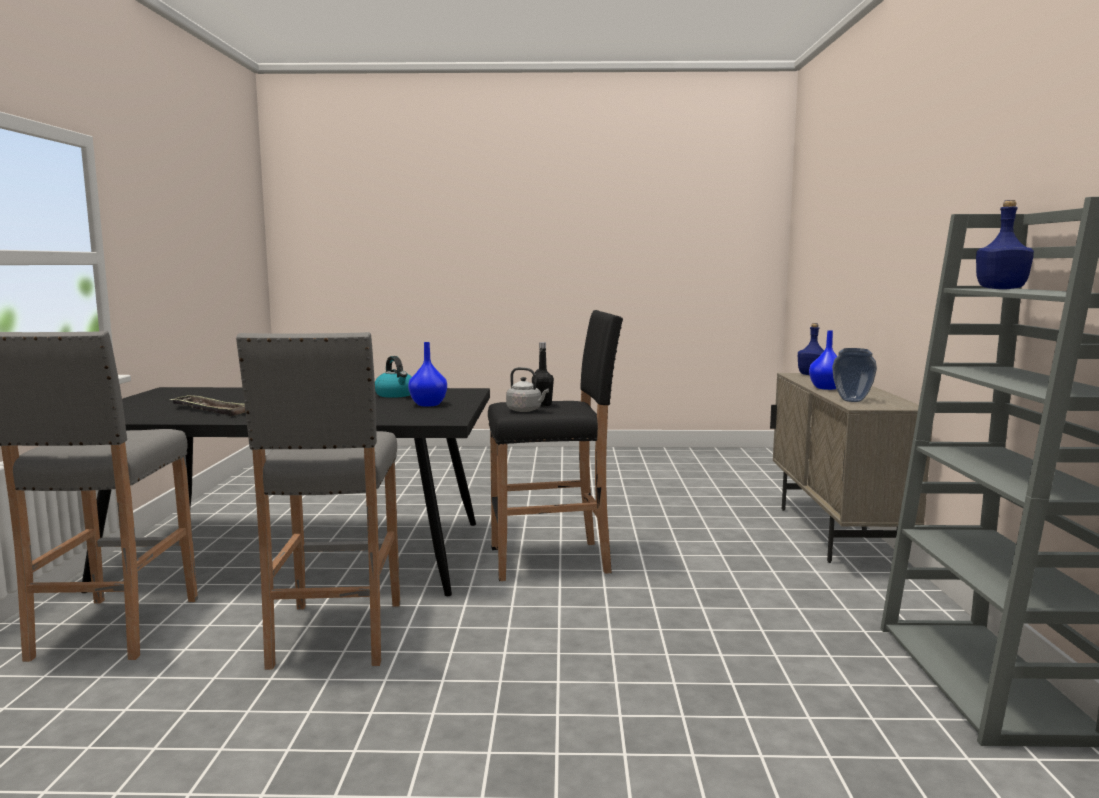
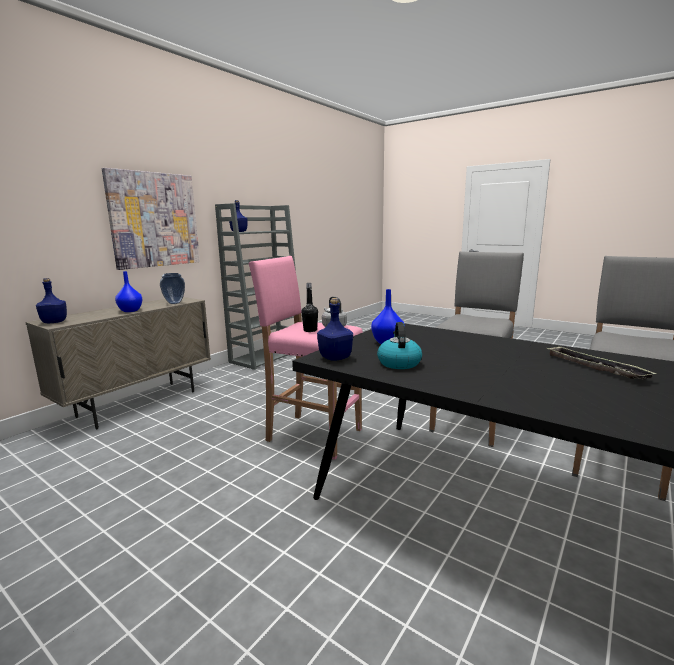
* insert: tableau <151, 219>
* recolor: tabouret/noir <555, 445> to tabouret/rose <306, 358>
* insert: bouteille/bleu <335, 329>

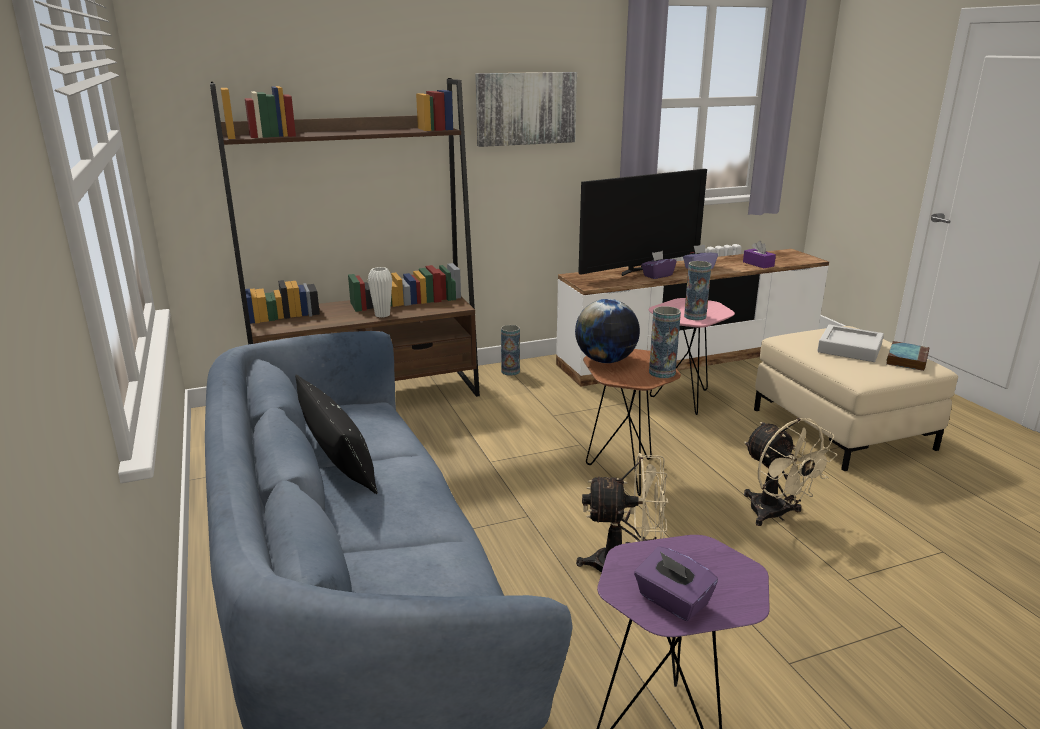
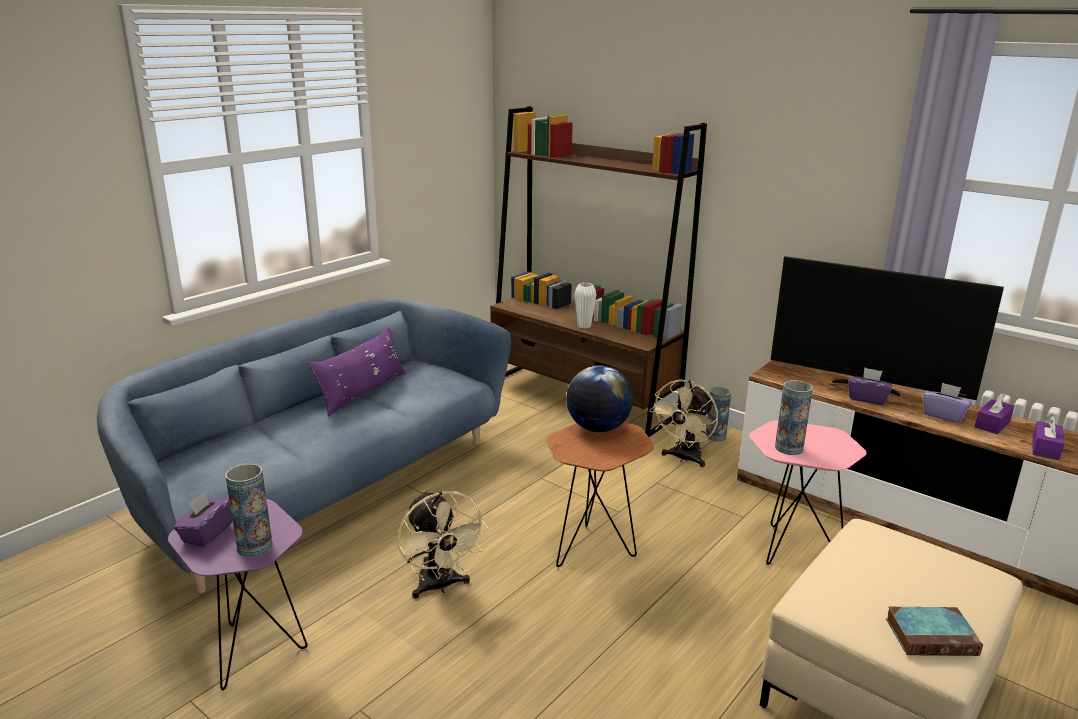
* move: vase <665, 342> to <249, 510>
* recolor: coussin/noir <336, 434> to coussin/violet <357, 371>
* move: ventilateur/beige <790, 472> to <683, 423>
* insert: boîte à mouchoirs/violet <994, 413>
* delete: tableau <526, 109>
* delete: plateau/gris <851, 343>

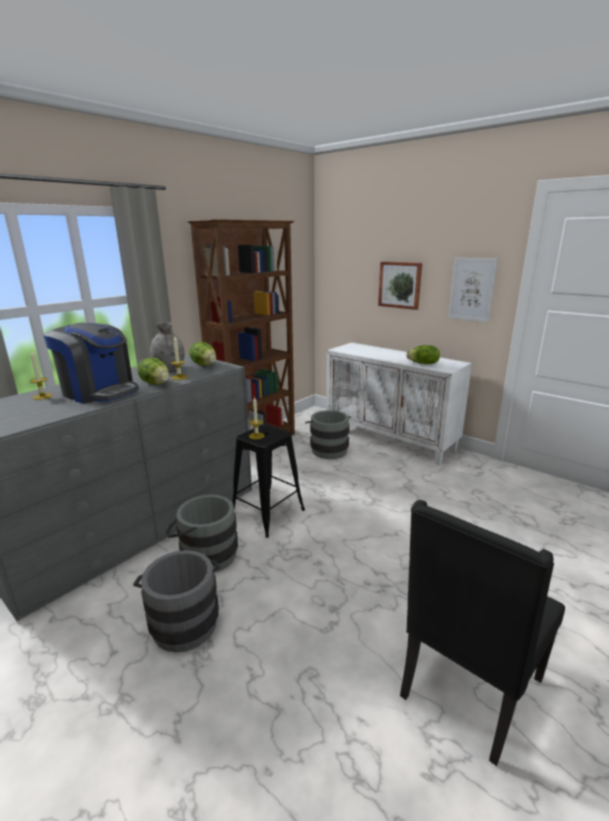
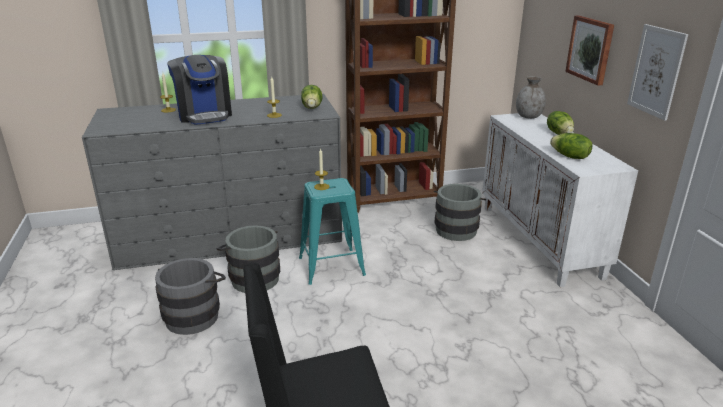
* recolor: tabouret/noir <269, 481> to tabouret/turquoise <332, 231>
* move: vase/gris <167, 347> to <531, 97>
* move: laitue <153, 371> to <560, 123>

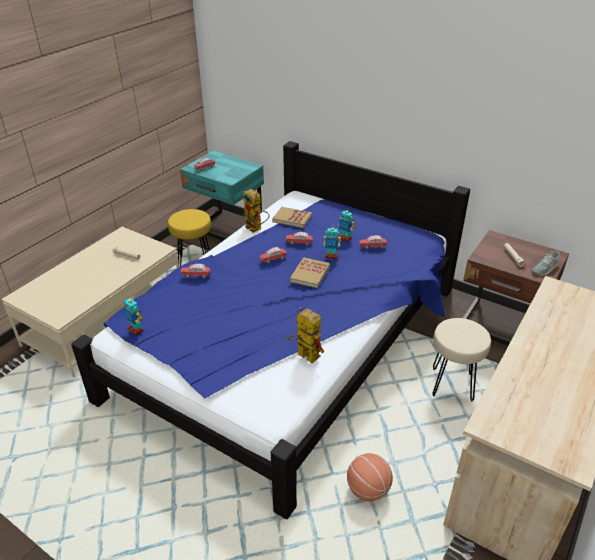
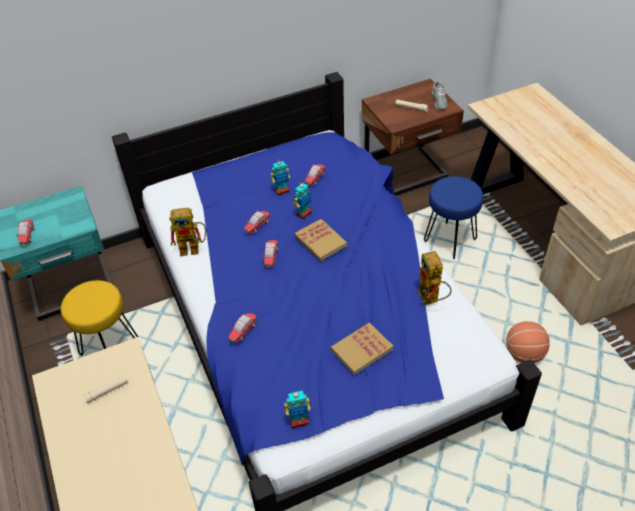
* move: livre <292, 217> to <362, 349>
* rotate: robot jouet <304, 335> = <434, 278> 90 degrees counterclockwise
* recolor: tabouret/beige <462, 360> to tabouret/bleu <453, 217>

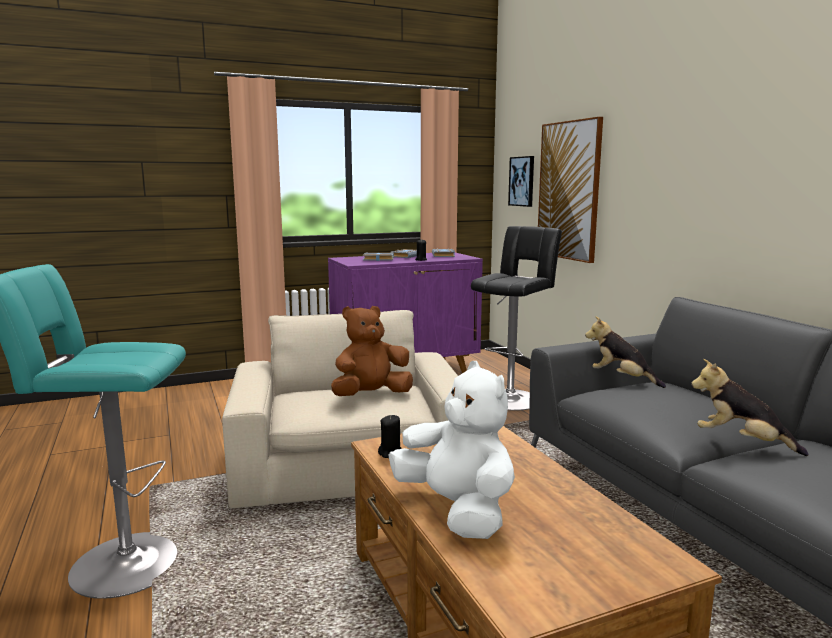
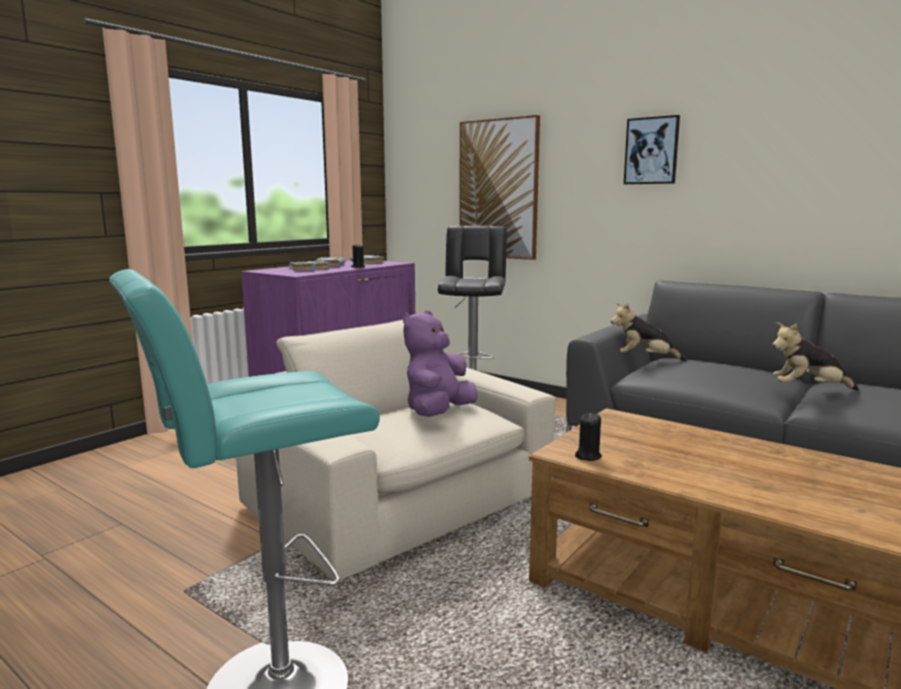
* recolor: peluche/marron <372, 351> to peluche/violet <440, 363>
* move: tableau <521, 181> to <652, 149>
* delete: peluche/blanc <451, 450>

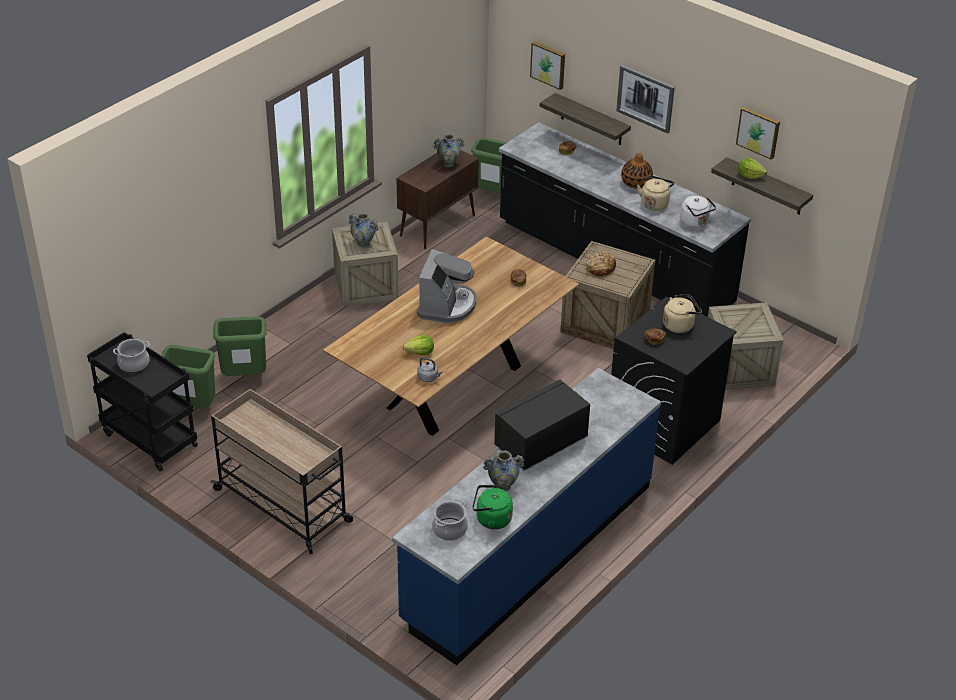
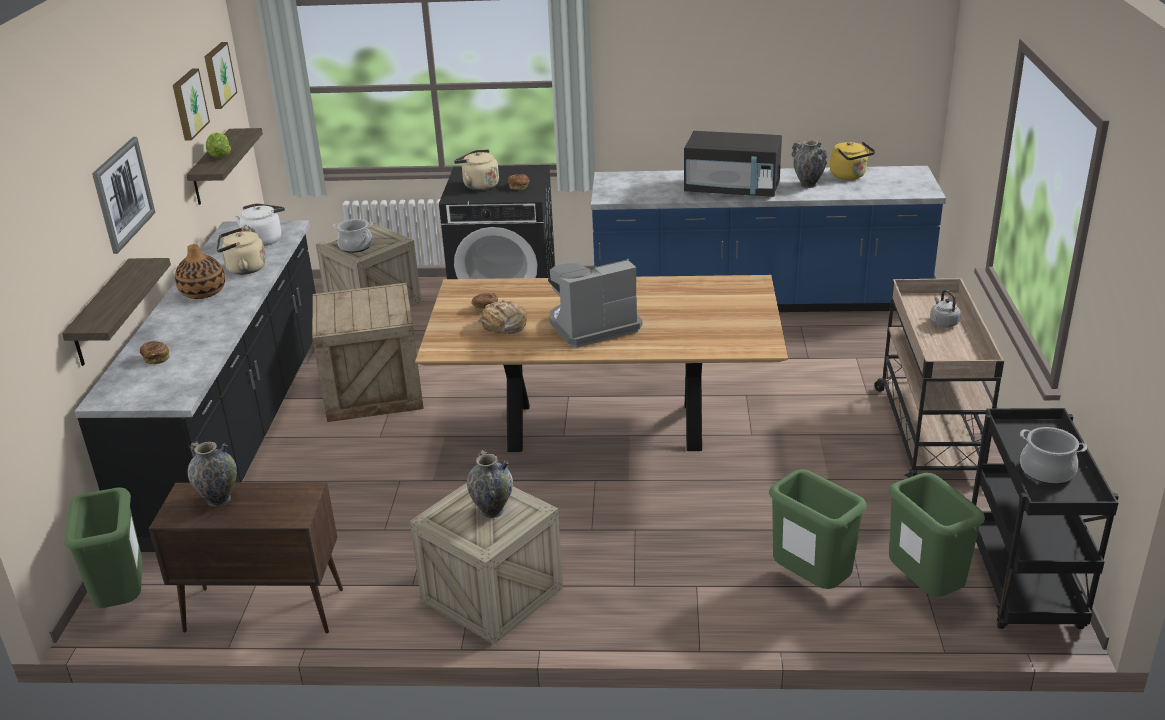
* move: tableau <547, 65> to <221, 75>
* move: marmite <450, 520> to <352, 236>
* move: pain <601, 264> to <502, 317>
* recolor: bouilloire/vert <493, 507> to bouilloire/jaune <852, 160>
* move: bouilloire/gris <430, 370> to <945, 309>
* delete: laitue <418, 345>

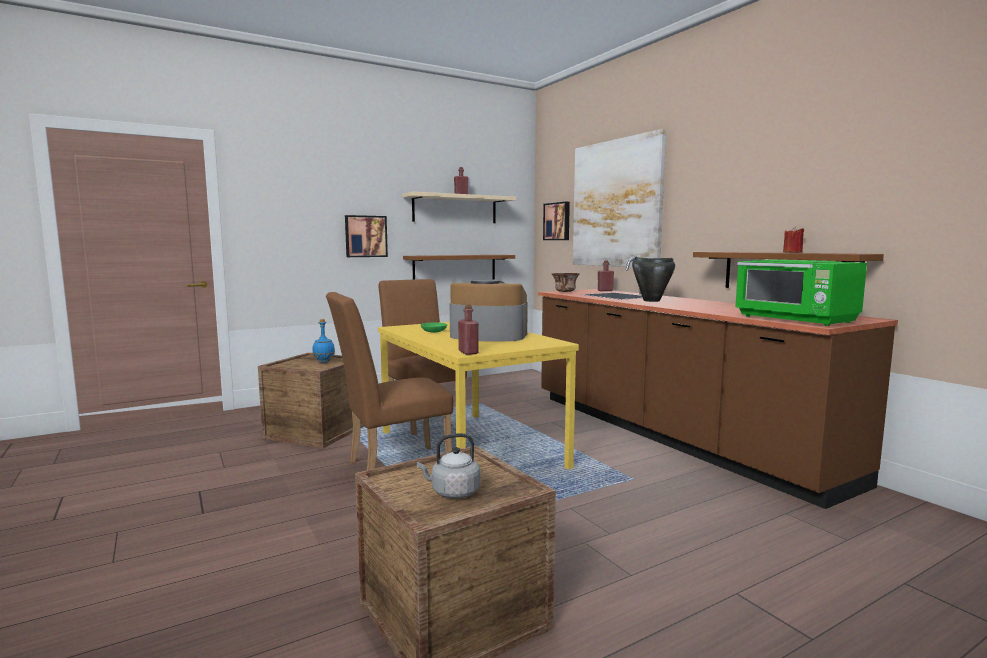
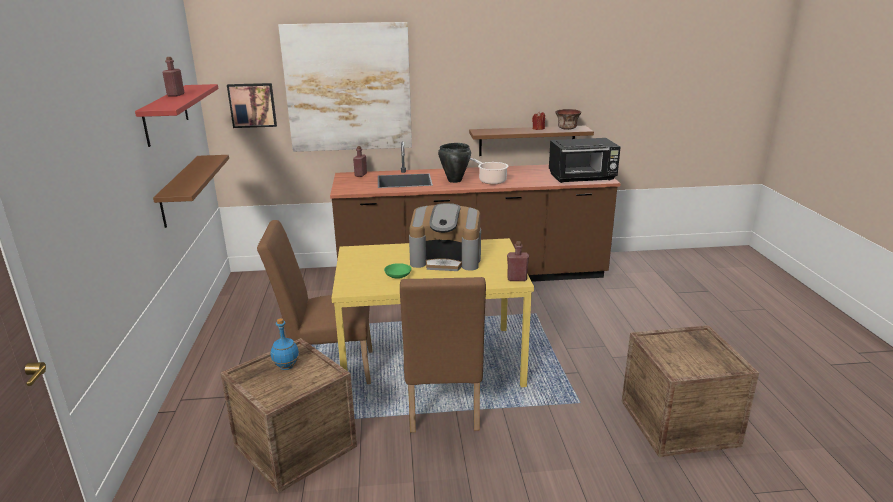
* recolor: étagère/beige <459, 207> to étagère/rouge <177, 115>
* rotate: machine à café <489, 311> = <445, 237> 120 degrees counterclockwise
* insert: marmite <489, 171>
* recolor: micro-ondes/vert <801, 293> to micro-ondes/noir <585, 160>
* move: bol <566, 282> to <568, 119>
* delete: tableau <366, 236>
* delete: bouilloire/gris <448, 465>

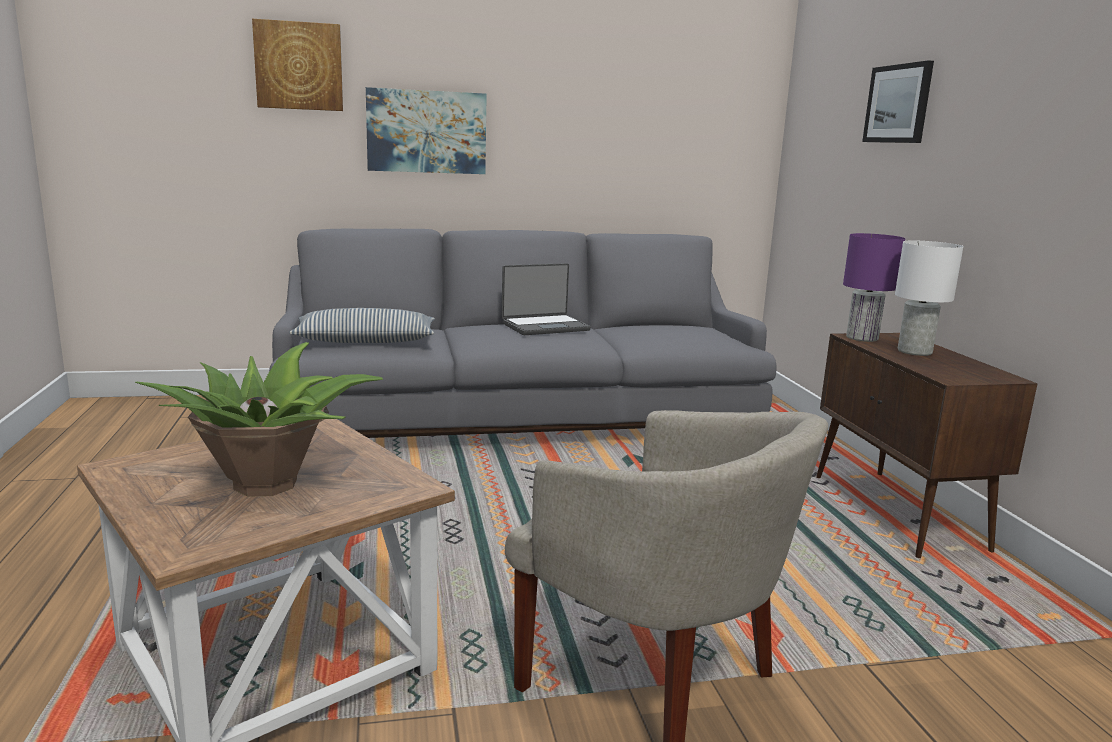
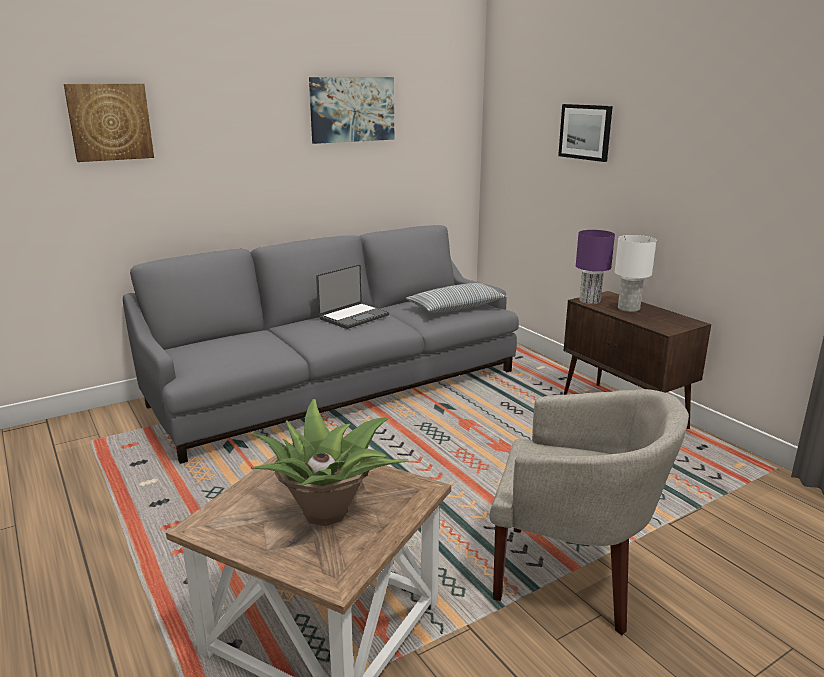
* move: tableau <426, 130> to <351, 110>
* move: coussin <362, 325> to <456, 298>

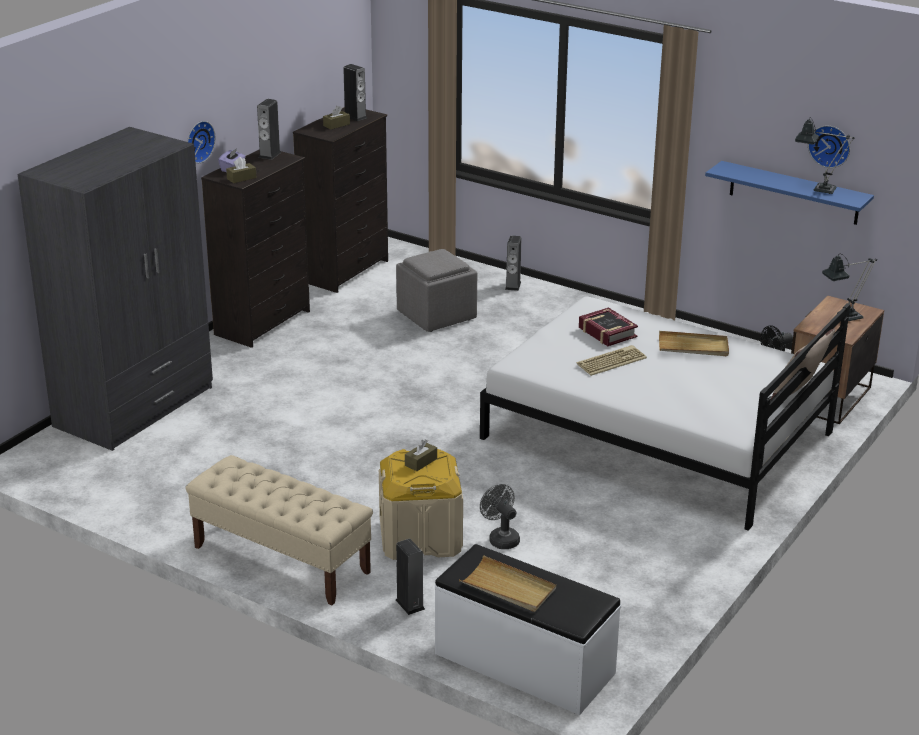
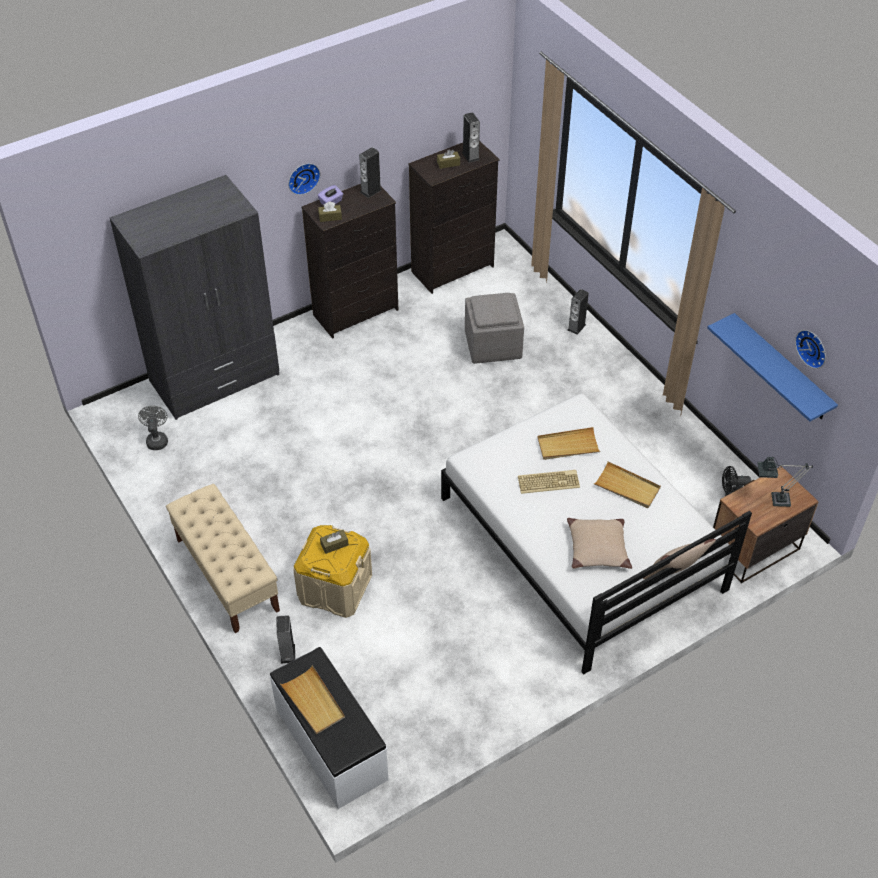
* move: ventilateur/gris <500, 516> to <153, 427>
* replace: livre <608, 327> to plateau/beige <569, 443>
* insert: coussin/beige <599, 543>
* delete: lampe de table <824, 156>

